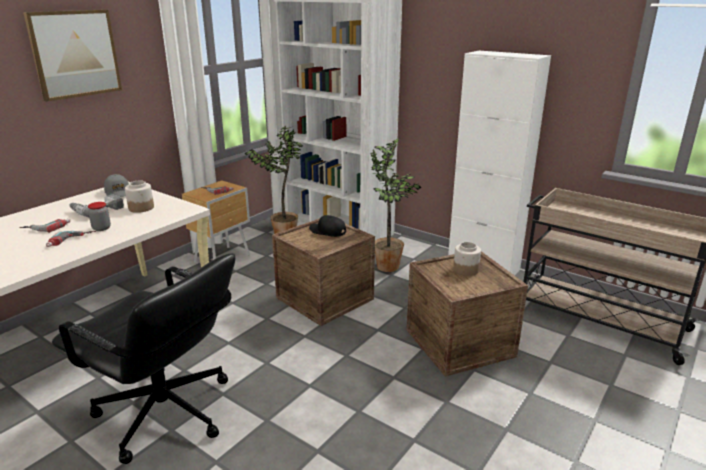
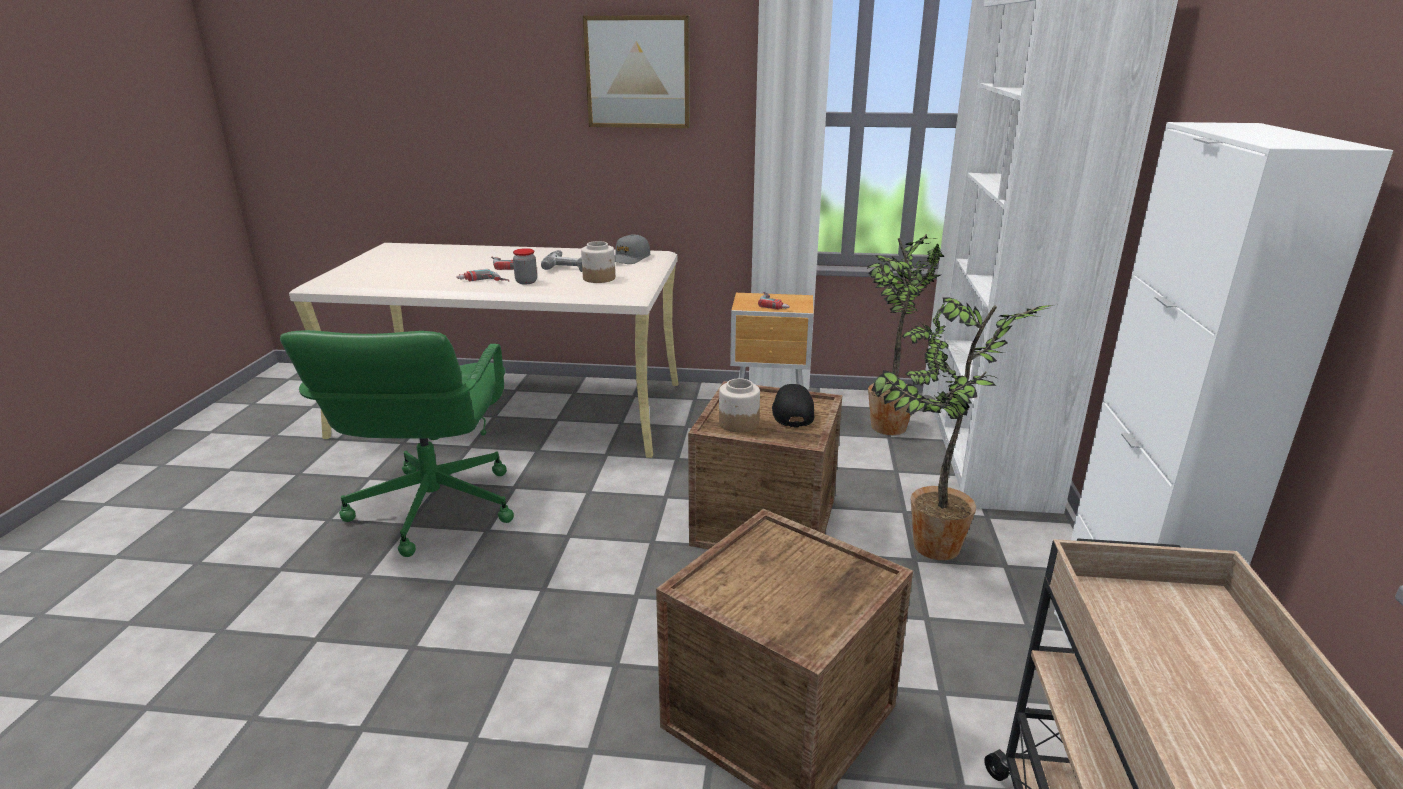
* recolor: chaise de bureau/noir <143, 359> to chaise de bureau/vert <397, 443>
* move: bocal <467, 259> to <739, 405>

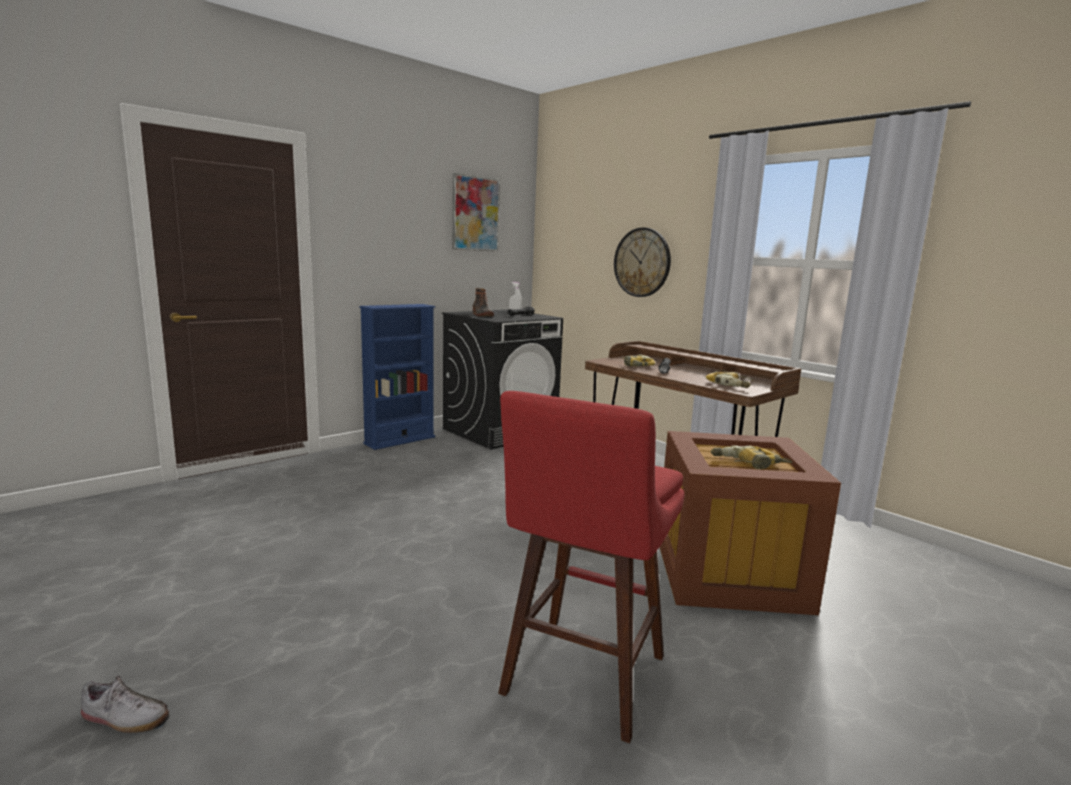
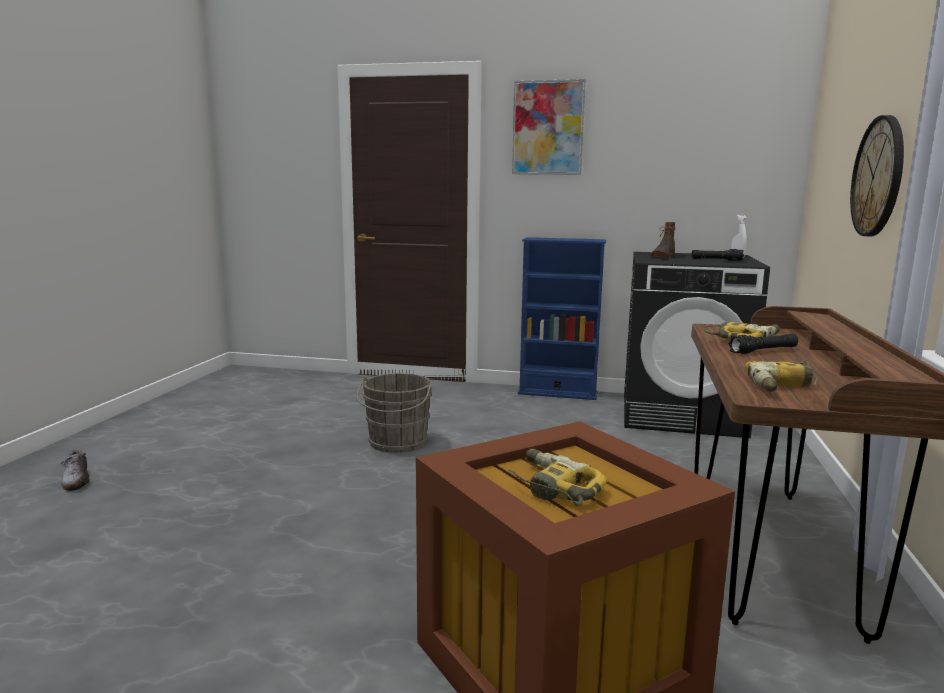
* insert: seau/gris <394, 413>
* move: tableau <476, 212> to <549, 127>
* delete: tabouret/rouge <591, 567>

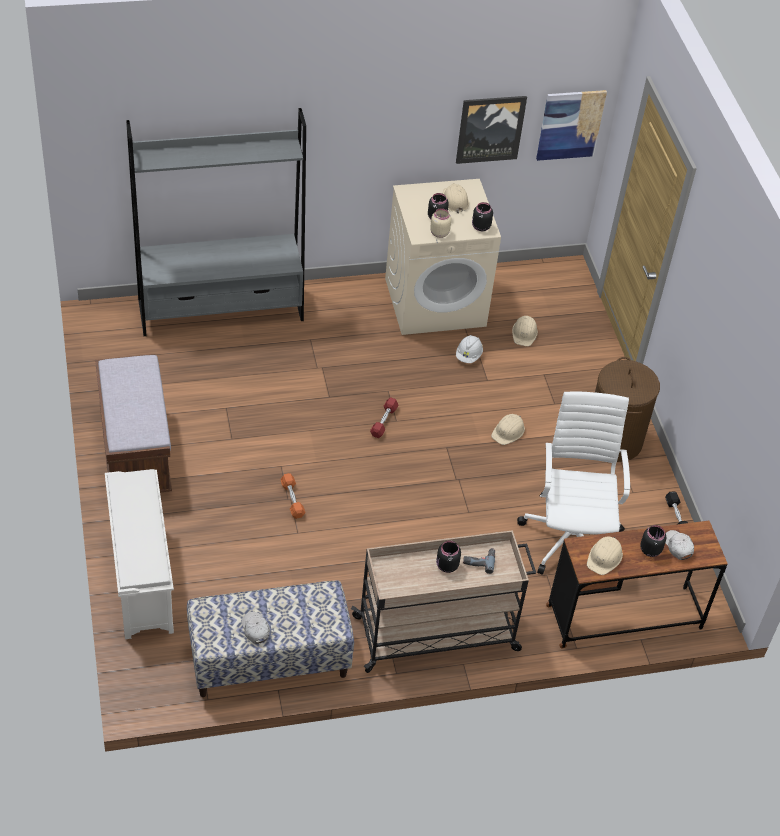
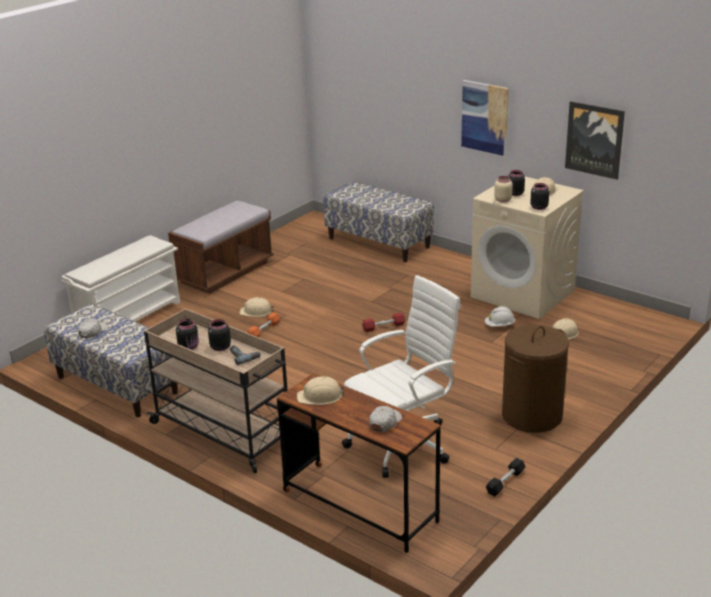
* move: bocal/noir <653, 541> to <187, 334>
* move: casque de chantier/beige <508, 429> to <257, 307>
* replace: bibliothèque/gris <216, 222> to banc <379, 221>
* move: tableau <571, 125> to <485, 118>

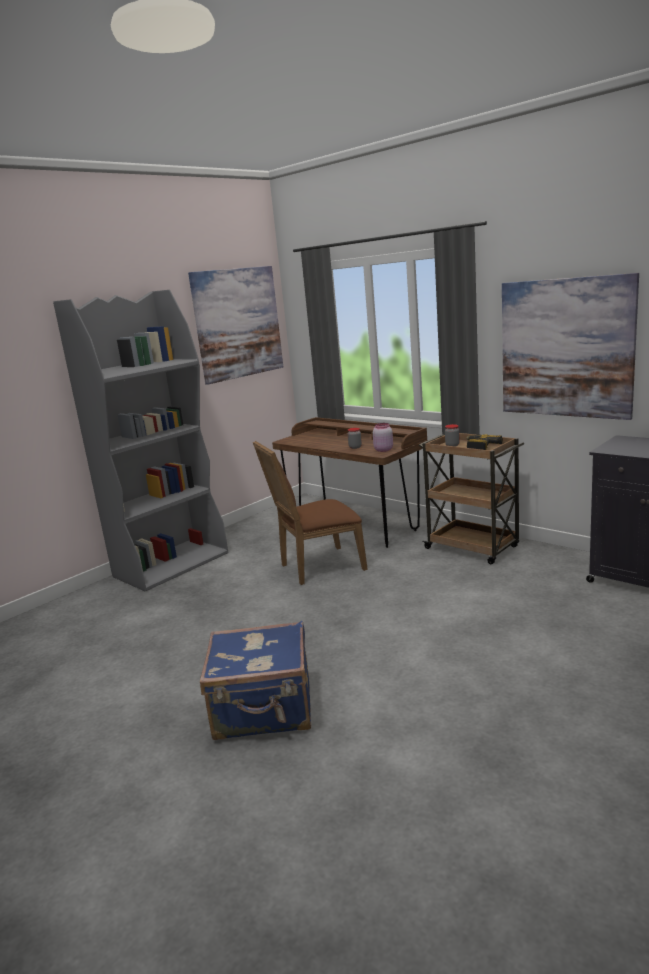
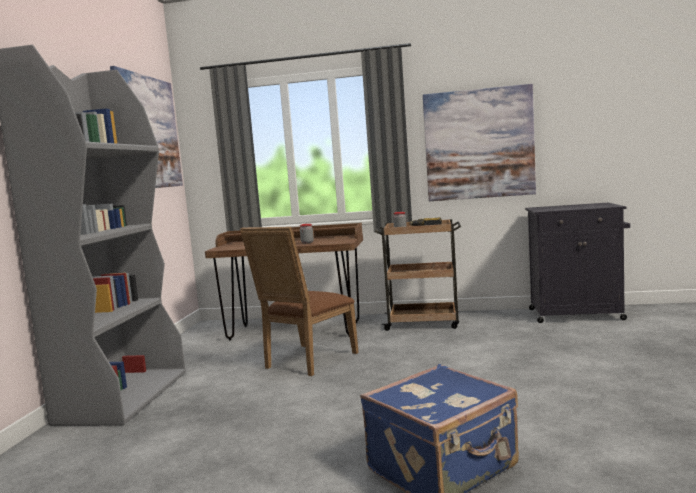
* delete: bocal/rose <383, 437>

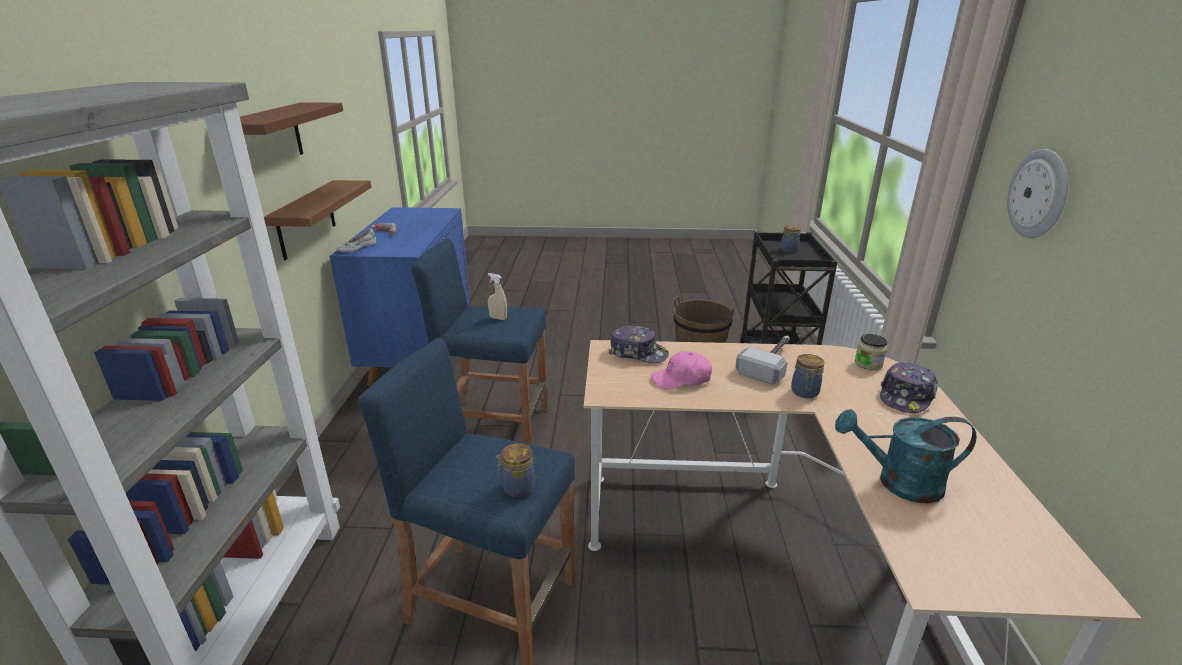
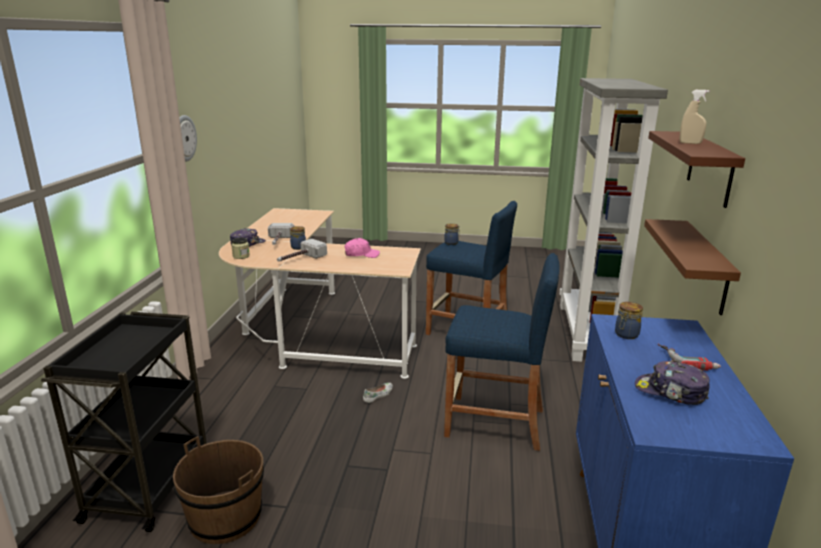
* insert: marteau <281, 234>
* move: chaussure/blanc <356, 240> to <378, 393>
* move: bocal <791, 238> to <629, 320>
* move: casquette <639, 344> to <672, 383>
* move: vaporisateur/beige <497, 296> to <694, 117>
* delete: arrosoir/turquoise <906, 456>

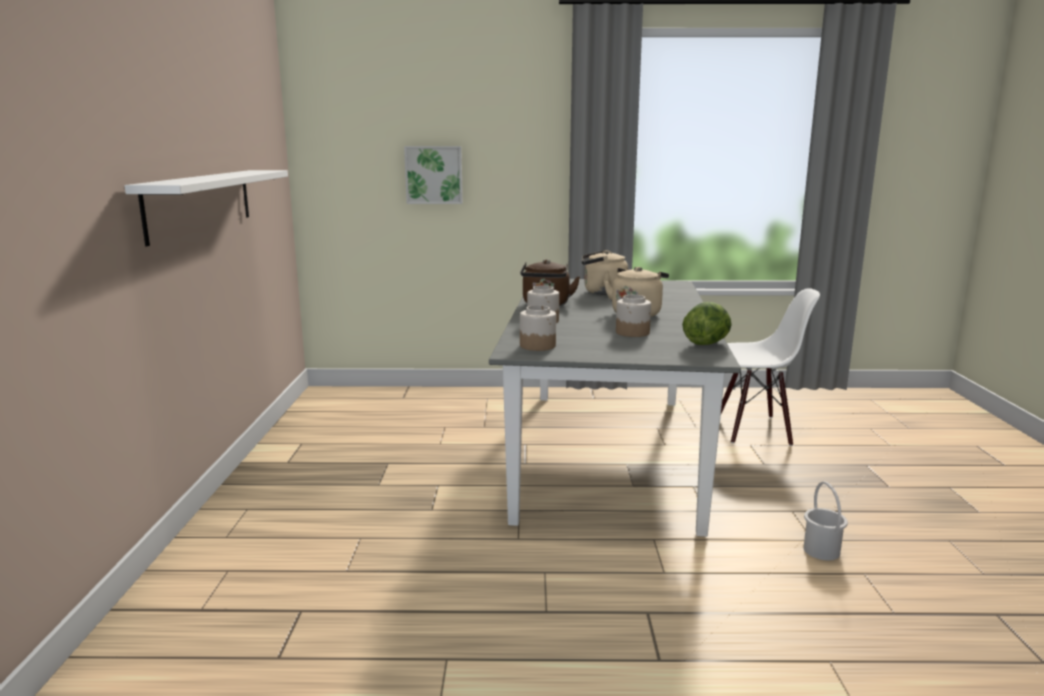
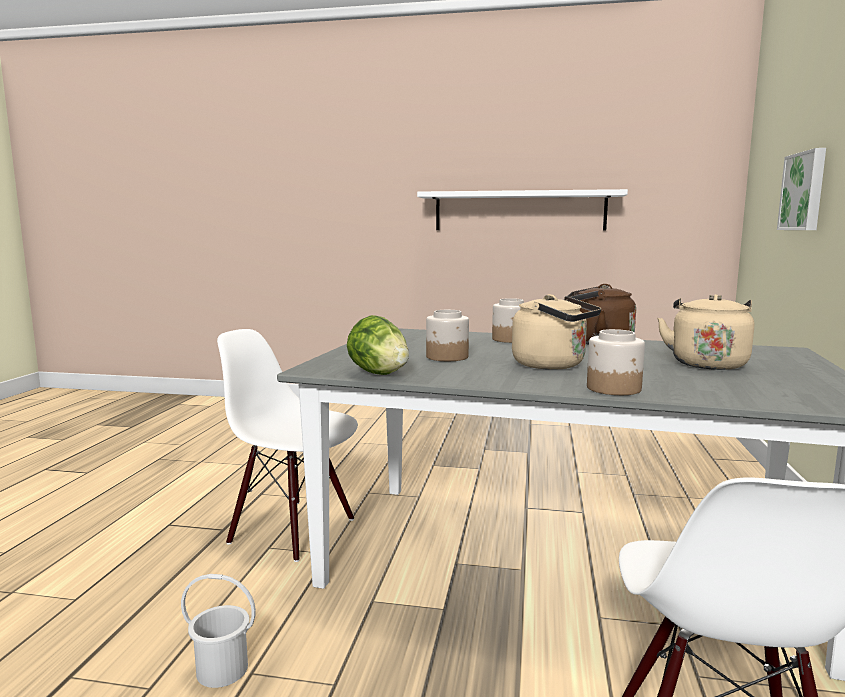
* insert: chaise/blanc <287, 445>
* move: bocal <538, 328> to <616, 362>

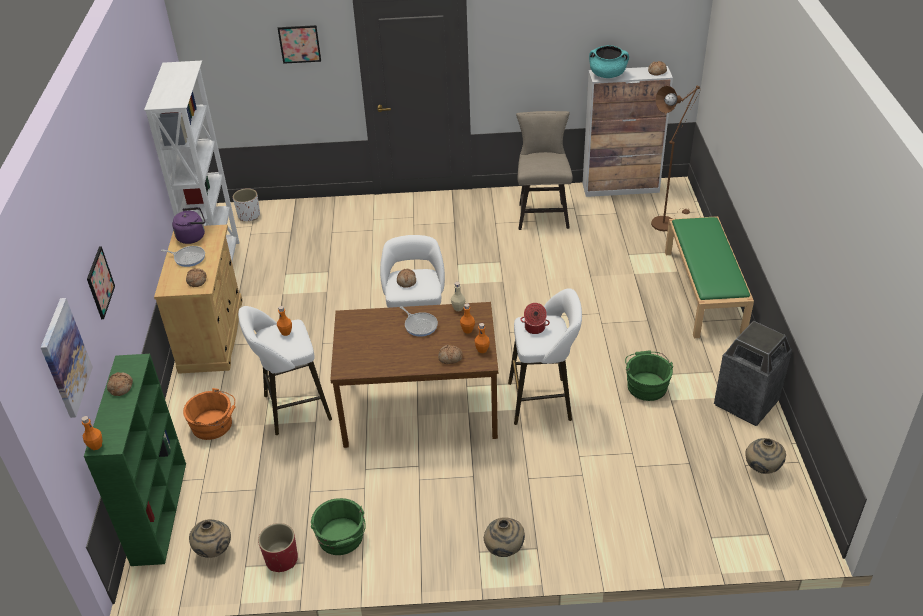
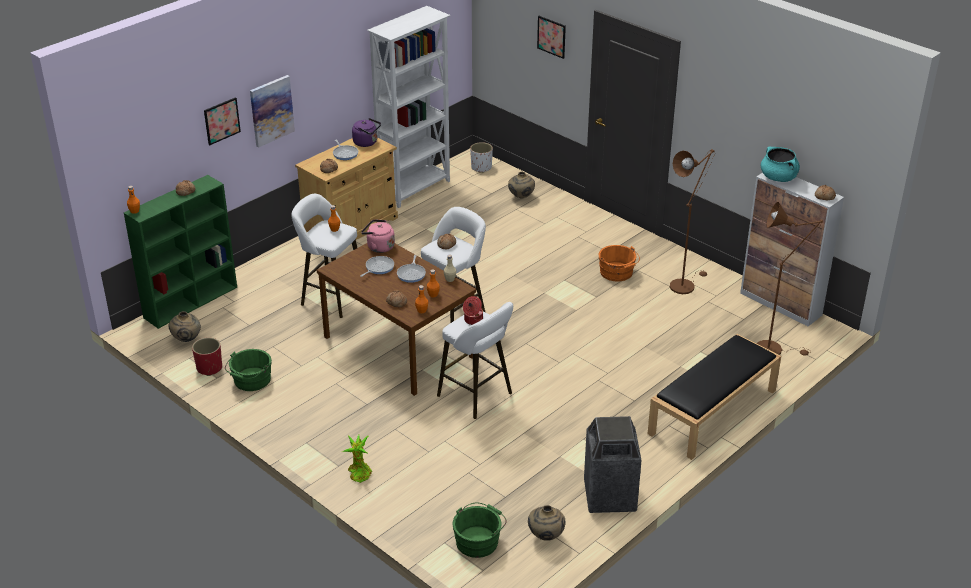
* move: tableau <66, 358> to <272, 111>
* insert: plante en pot <357, 459>
* insert: poêle <377, 266>
* insert: bouilloire/rose <378, 236>
* move: seau/vert <649, 375> to <480, 530>
* move: vase/beige <504, 537> to <521, 185>
* move: seau/orange <209, 414> to <619, 263>
* recolor: banc/vert <709, 277> to banc/noir <714, 397>
* replace: tabouret/beige <544, 170> to lampadaire/marron <692, 221>

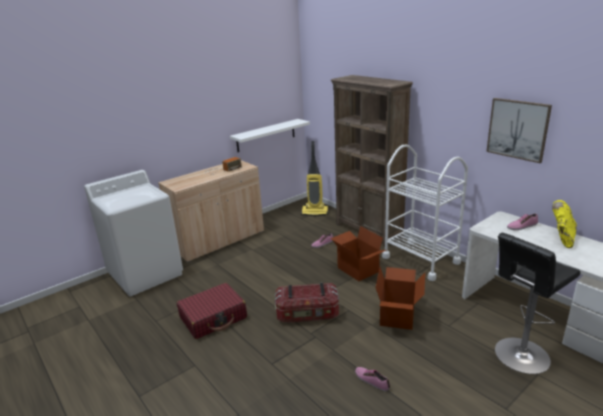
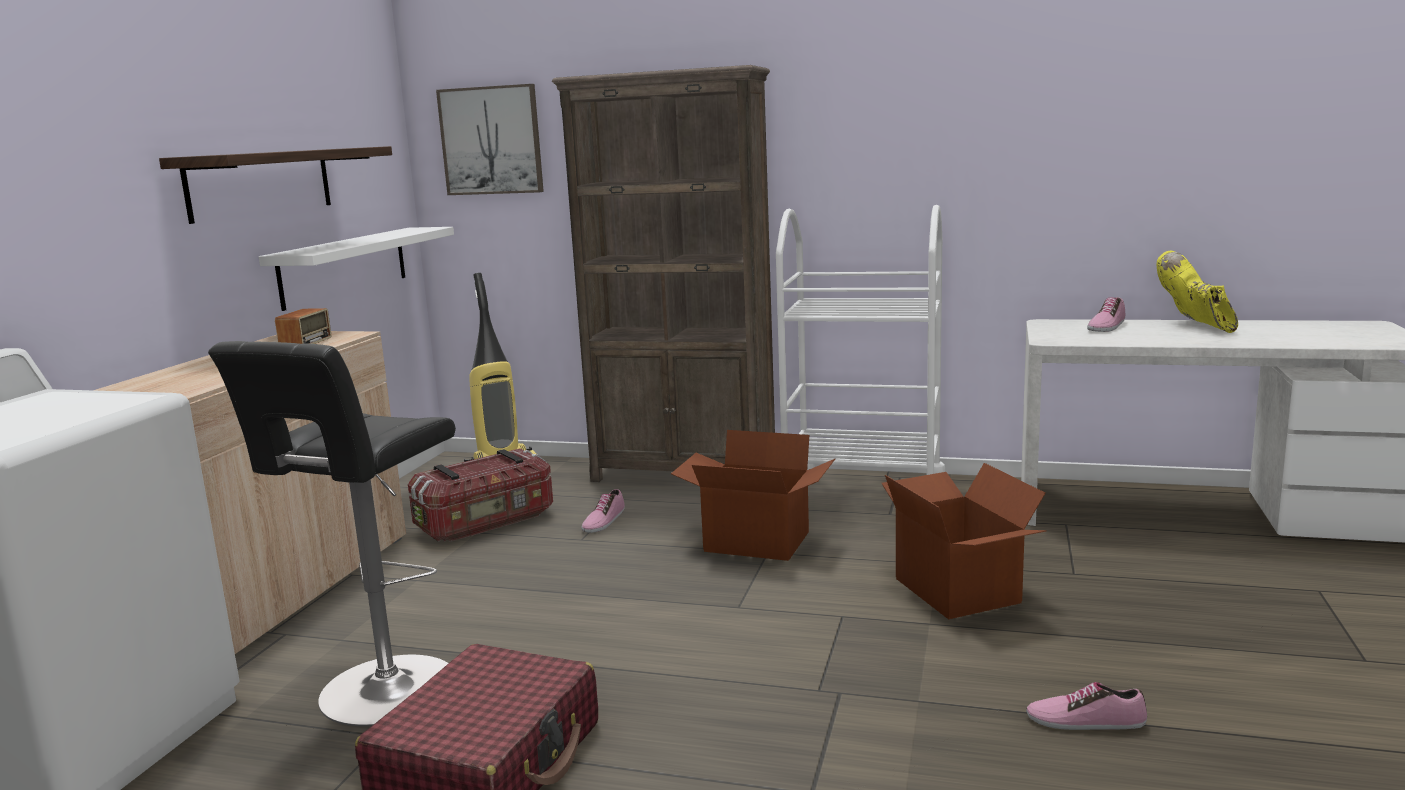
* insert: étagère <275, 185>
* move: tabouret/noir <537, 303> to <332, 534>
* move: boîte de rangement <307, 303> to <480, 495>
* move: tableau <519, 130> to <490, 139>

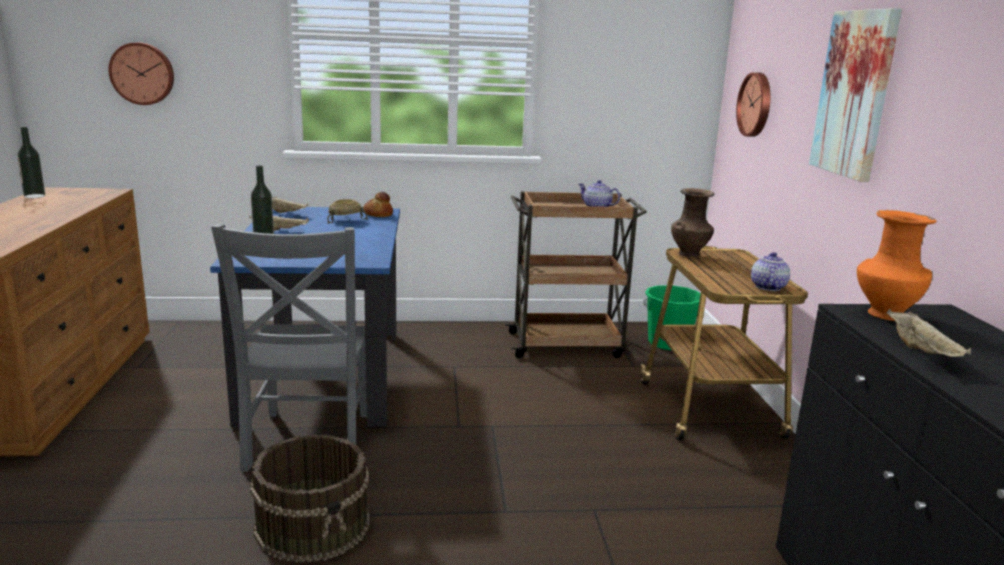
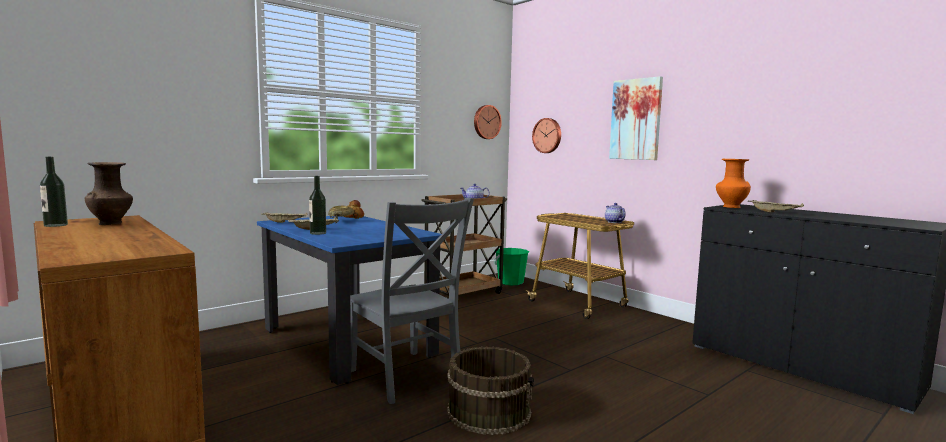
* move: vase/marron <692, 222> to <109, 193>
* move: horloge murale <141, 73> to <488, 122>

